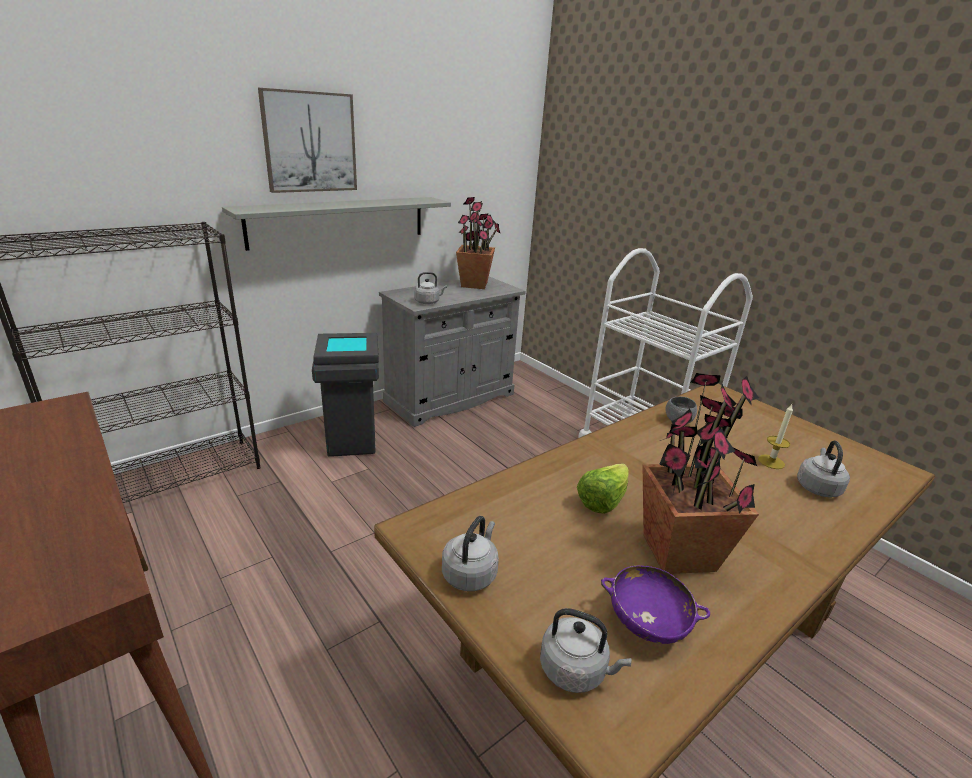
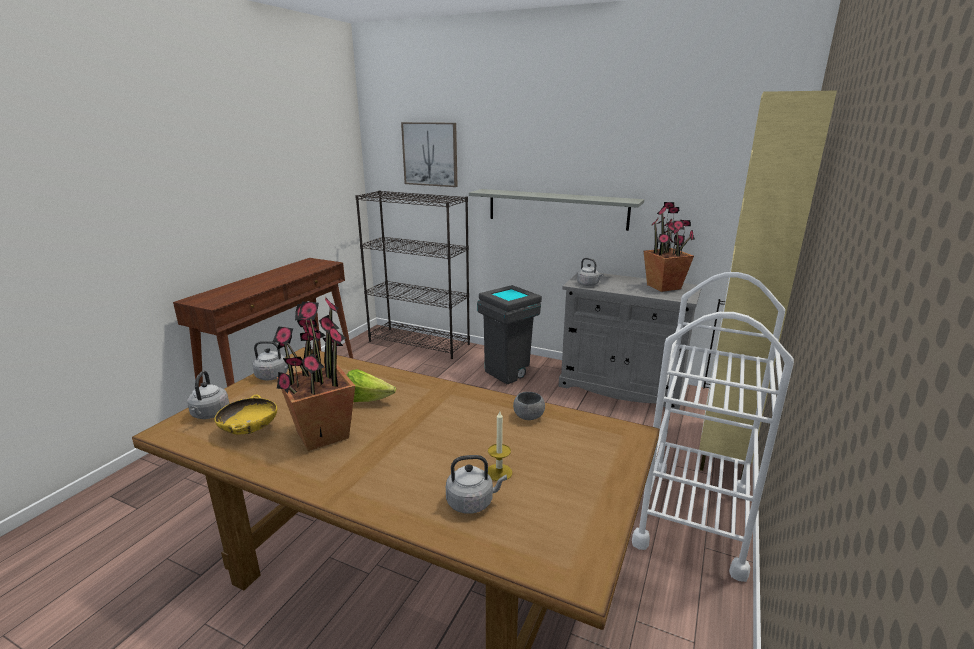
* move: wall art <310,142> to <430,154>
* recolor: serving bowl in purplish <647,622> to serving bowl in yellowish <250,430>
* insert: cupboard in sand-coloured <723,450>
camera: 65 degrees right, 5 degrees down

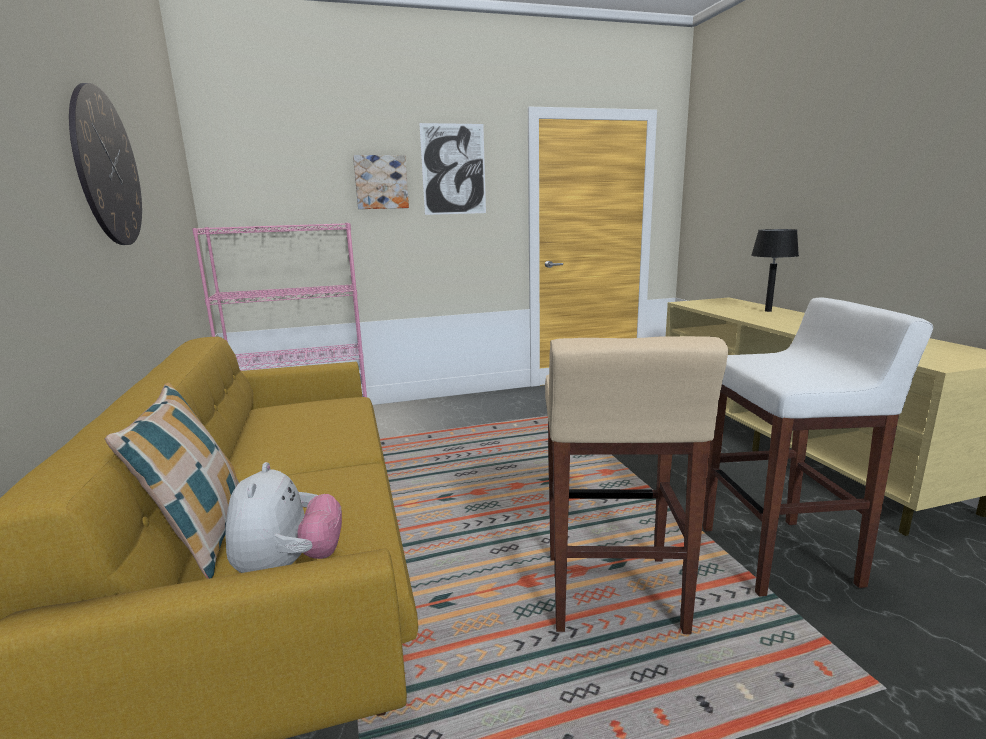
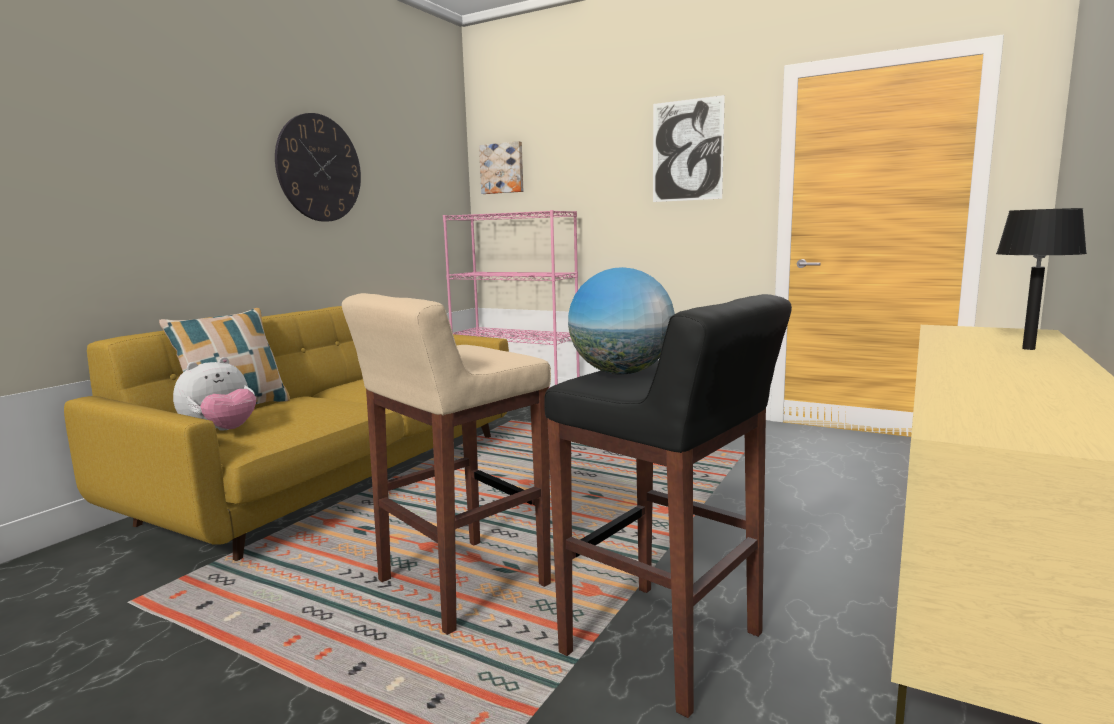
* move: wall art <381,182> to <502,168>
* recolor: sitting stool in whitish <780,556> to sitting stool in black-coloured <665,645>
* insert: desk globe <621,373>
camera: 45 degrees right, 5 degrees down

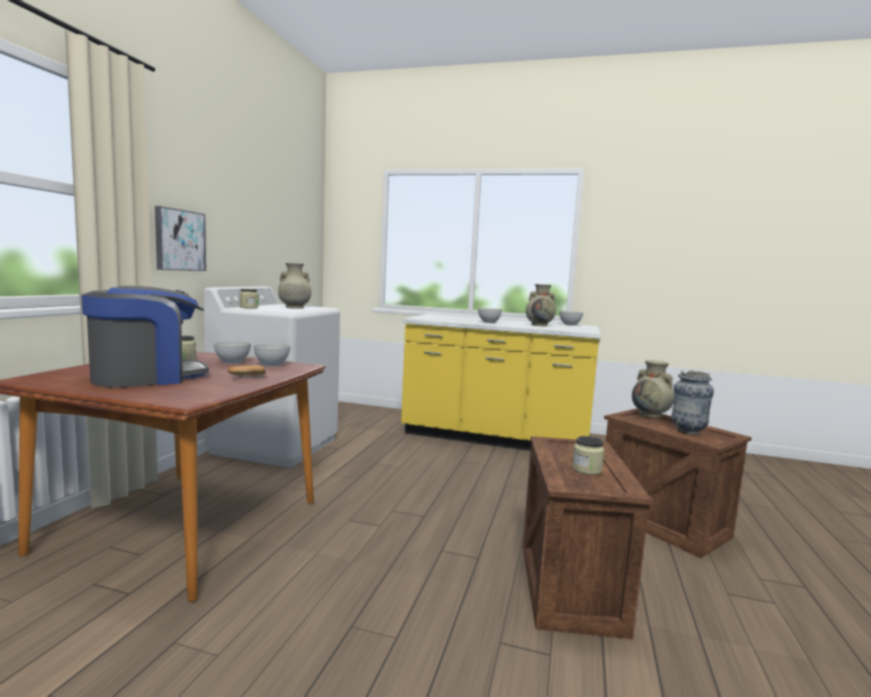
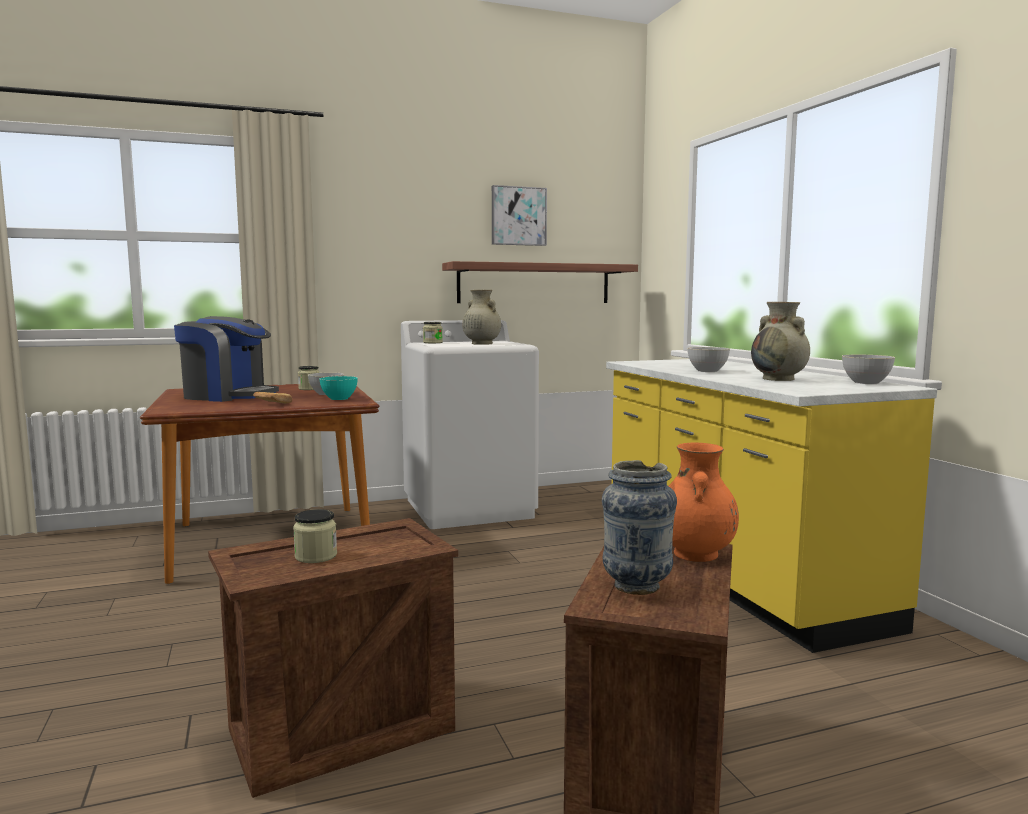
* move: wall art <179,240> to <518,216>
* recolor: serving bowl in grey <272,365> to serving bowl in turquoise-coloured <339,398>
* recolor: flower vase in sand-coloured <650,415> to flower vase in orange-coloured <696,555>
* insert: shelf <534,283>
camera: 55 degrees right, 0 degrees up

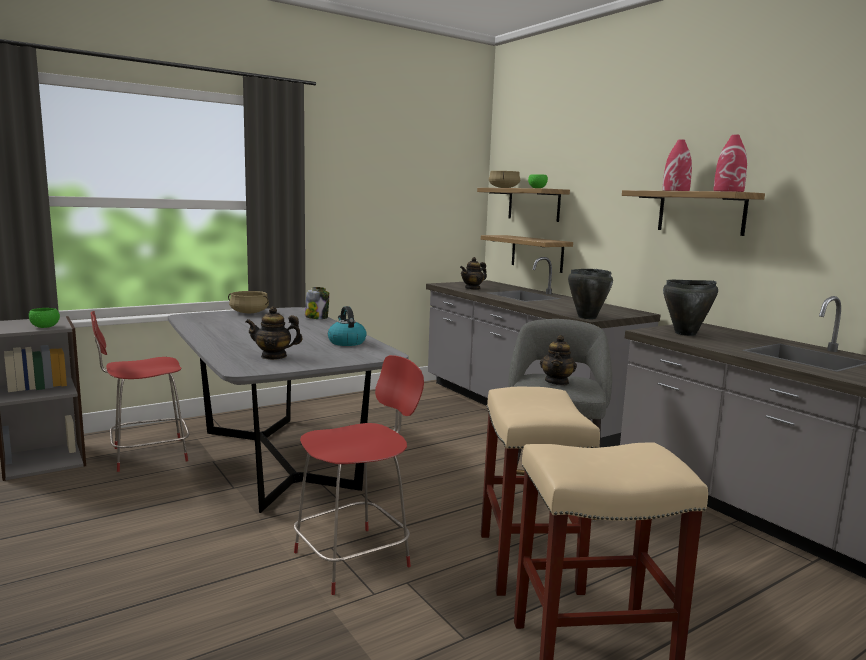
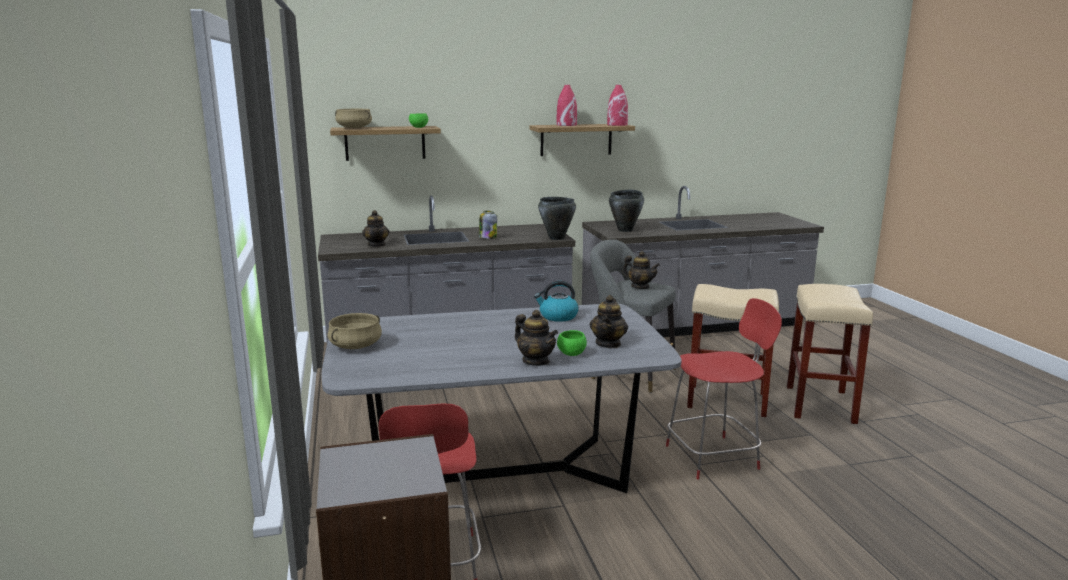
* delete: shelf <537,253>
* move: jar <317,317> to <487,238>
* move: serving bowl in greenish <45,327> to <571,354>
* rotate: upright chair in reddish <355,558> = <714,456> 90 degrees clockwise
* insert: teapot <536,361>
camera: 70 degrees left, 5 degrees up

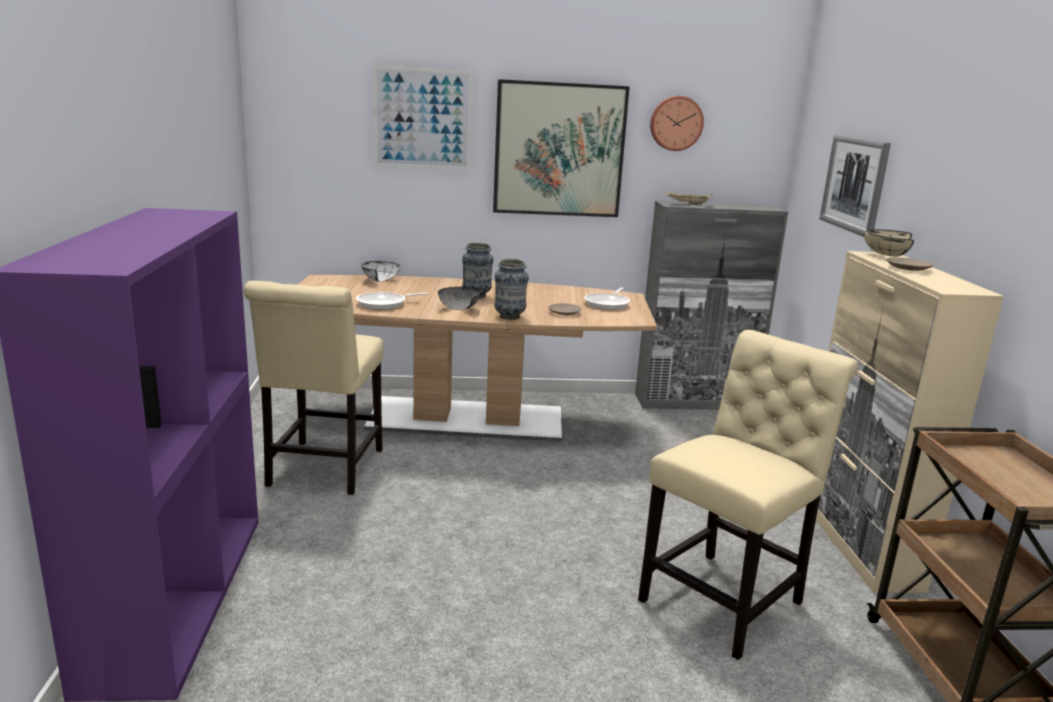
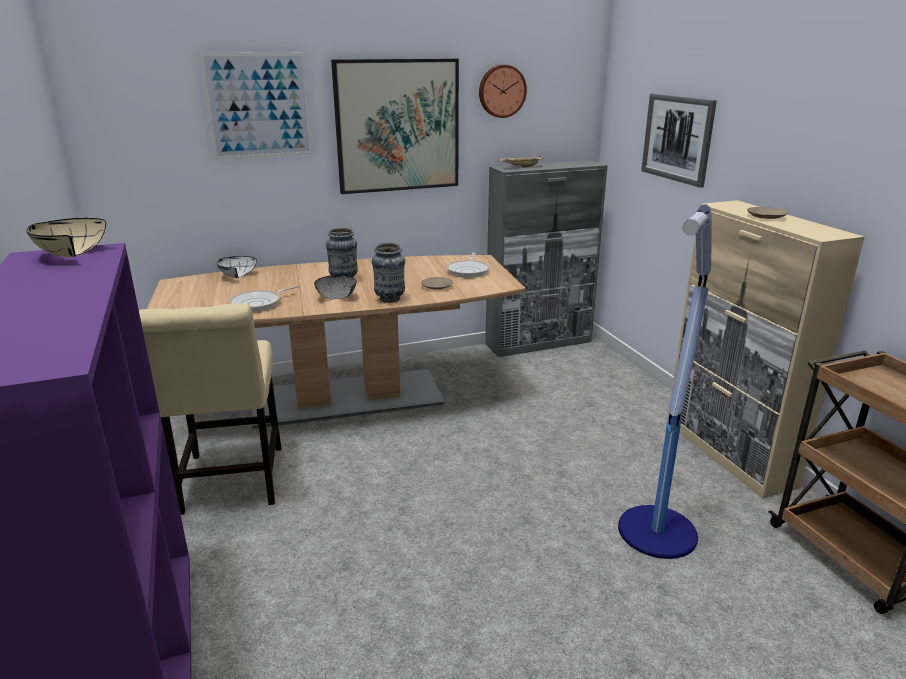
* move: serving bowl in sand-coloured <884,255> to <66,255>
* replace: upright chair in sand-coloured <726,599> to standing lamp <657,534>
camera: 15 degrees left, 5 degrees up

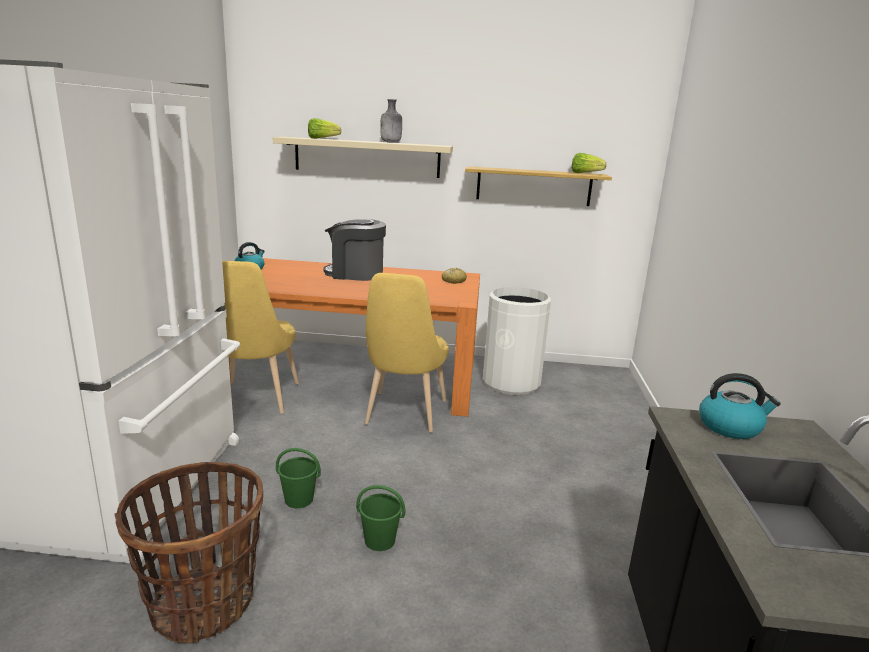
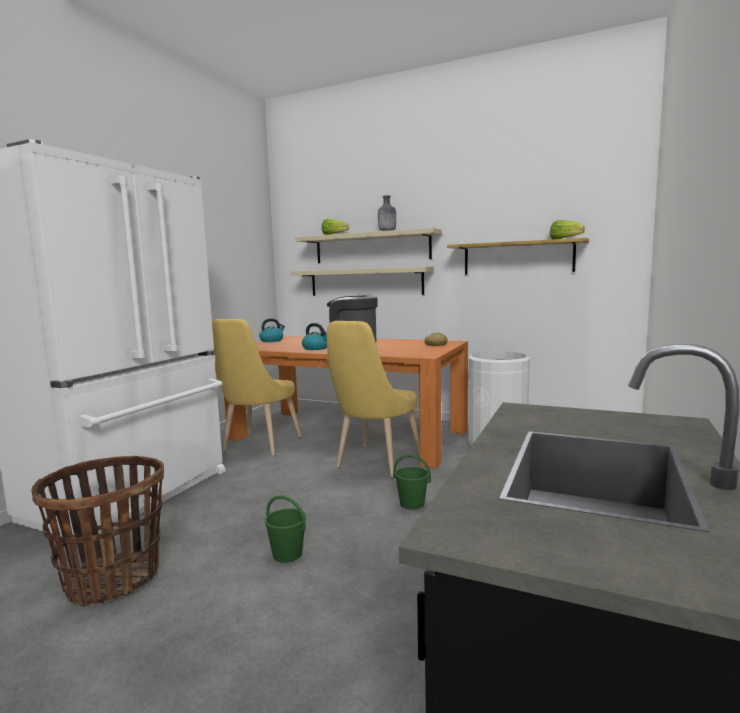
* move: tea kettle <730,427> to <316,348>
* move: water bucket in greenish <299,500> to <412,504>
* insert: shelf in sand-coloured <365,282>
camera: 20 degrees right, 10 degrees down

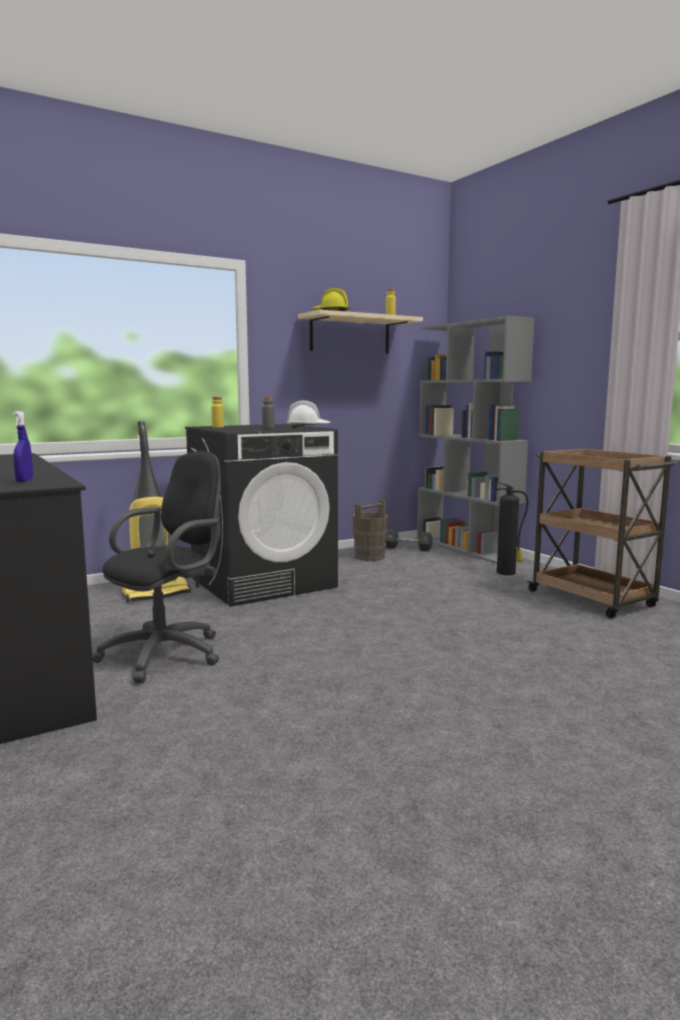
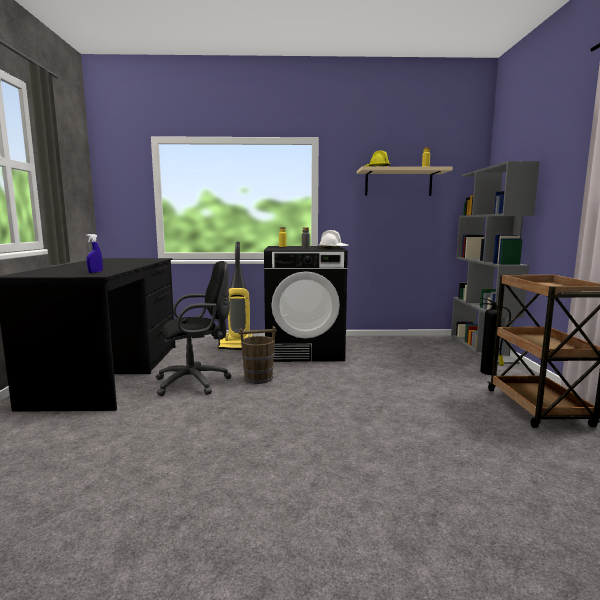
* move: water bucket in brownish <369,557> to <258,378>
* delete: free weight in black-coloured <408,548>
camera: 30 degrees right, 0 degrees up

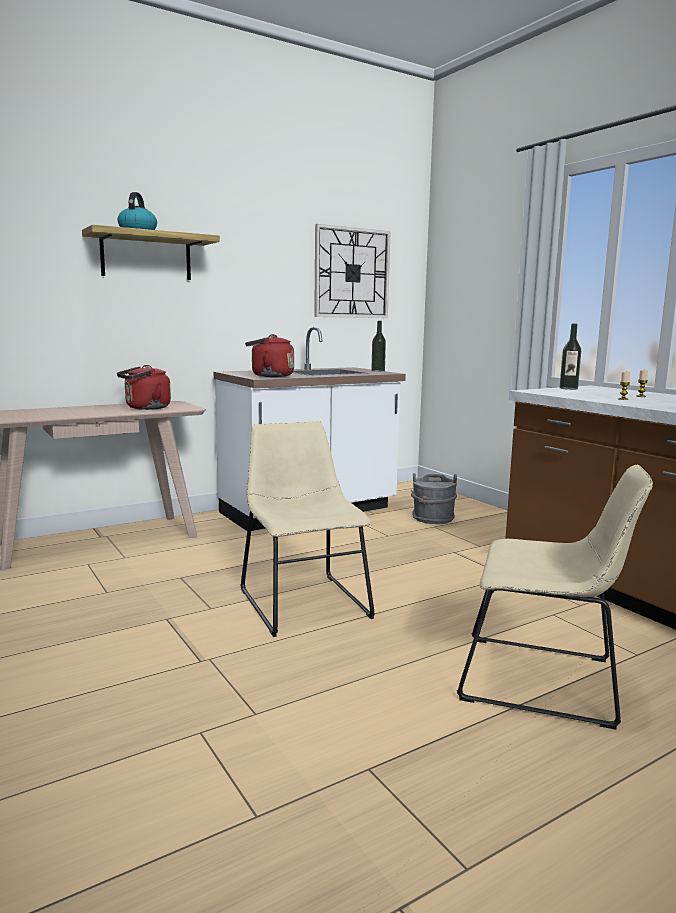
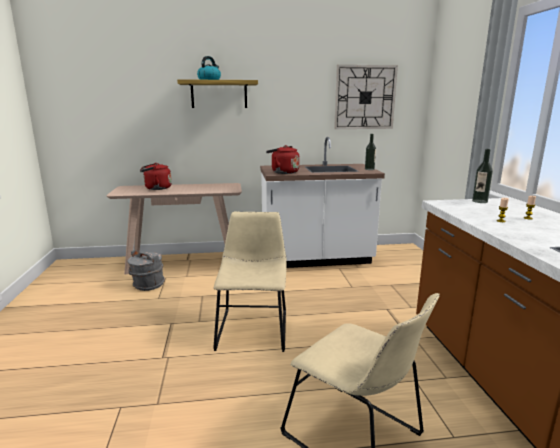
* move: tea kettle in reddish <145,408> to <156,188>
* move: water bucket in grey <432,519> to <148,285>
camera: 25 degrees right, 5 degrees up

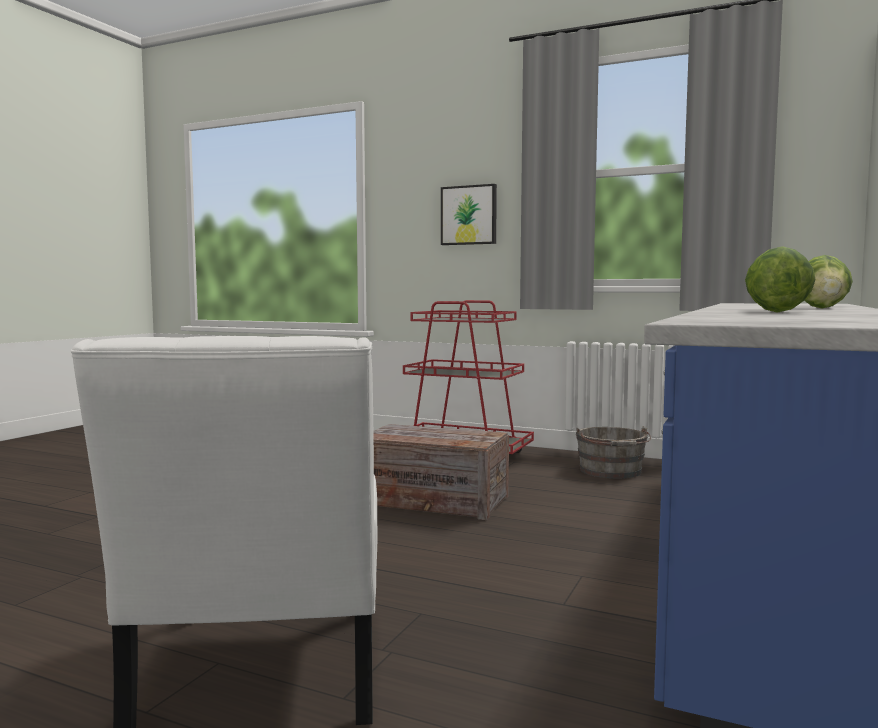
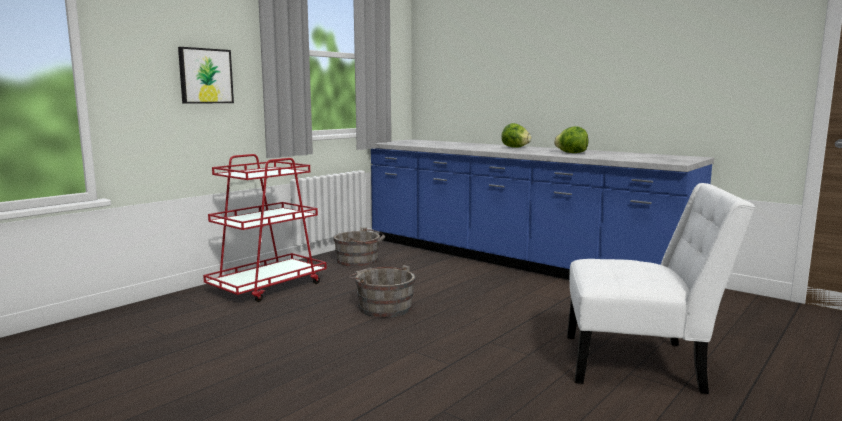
* replace: crate <432,500> to water bucket in grey <383,307>
camera: 75 degrees left, 5 degrees up

